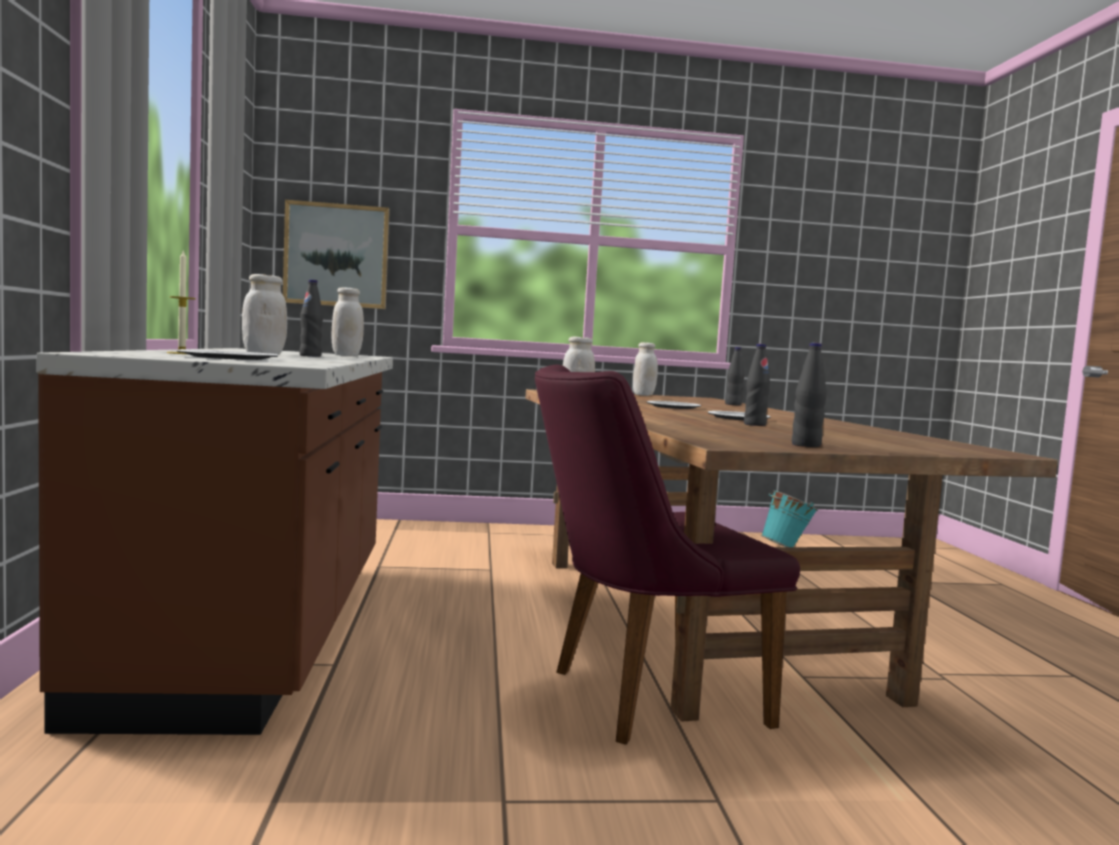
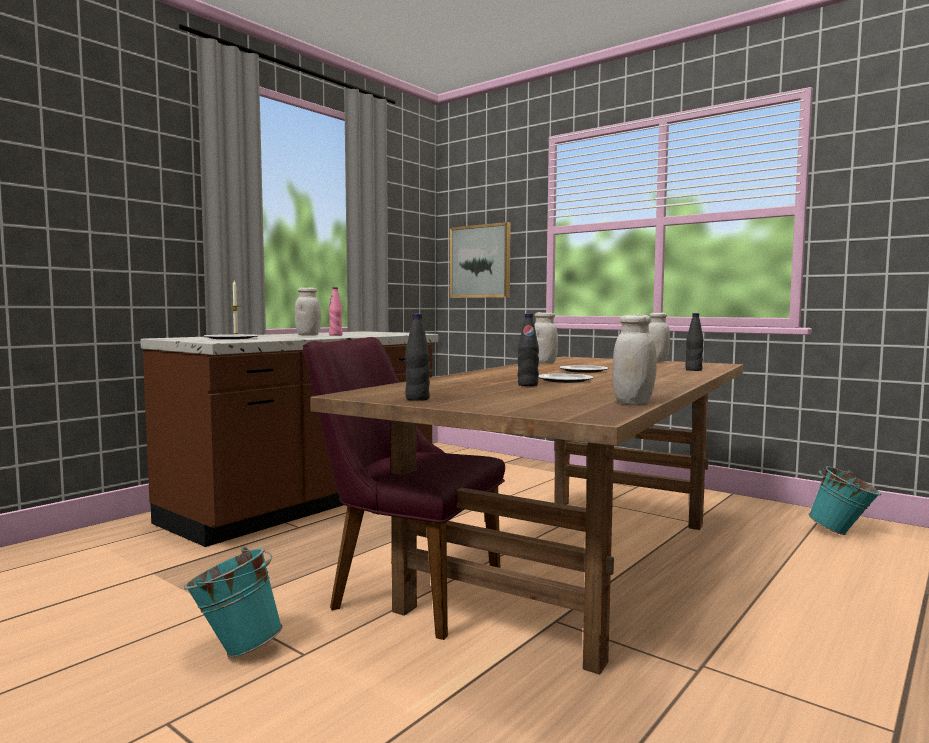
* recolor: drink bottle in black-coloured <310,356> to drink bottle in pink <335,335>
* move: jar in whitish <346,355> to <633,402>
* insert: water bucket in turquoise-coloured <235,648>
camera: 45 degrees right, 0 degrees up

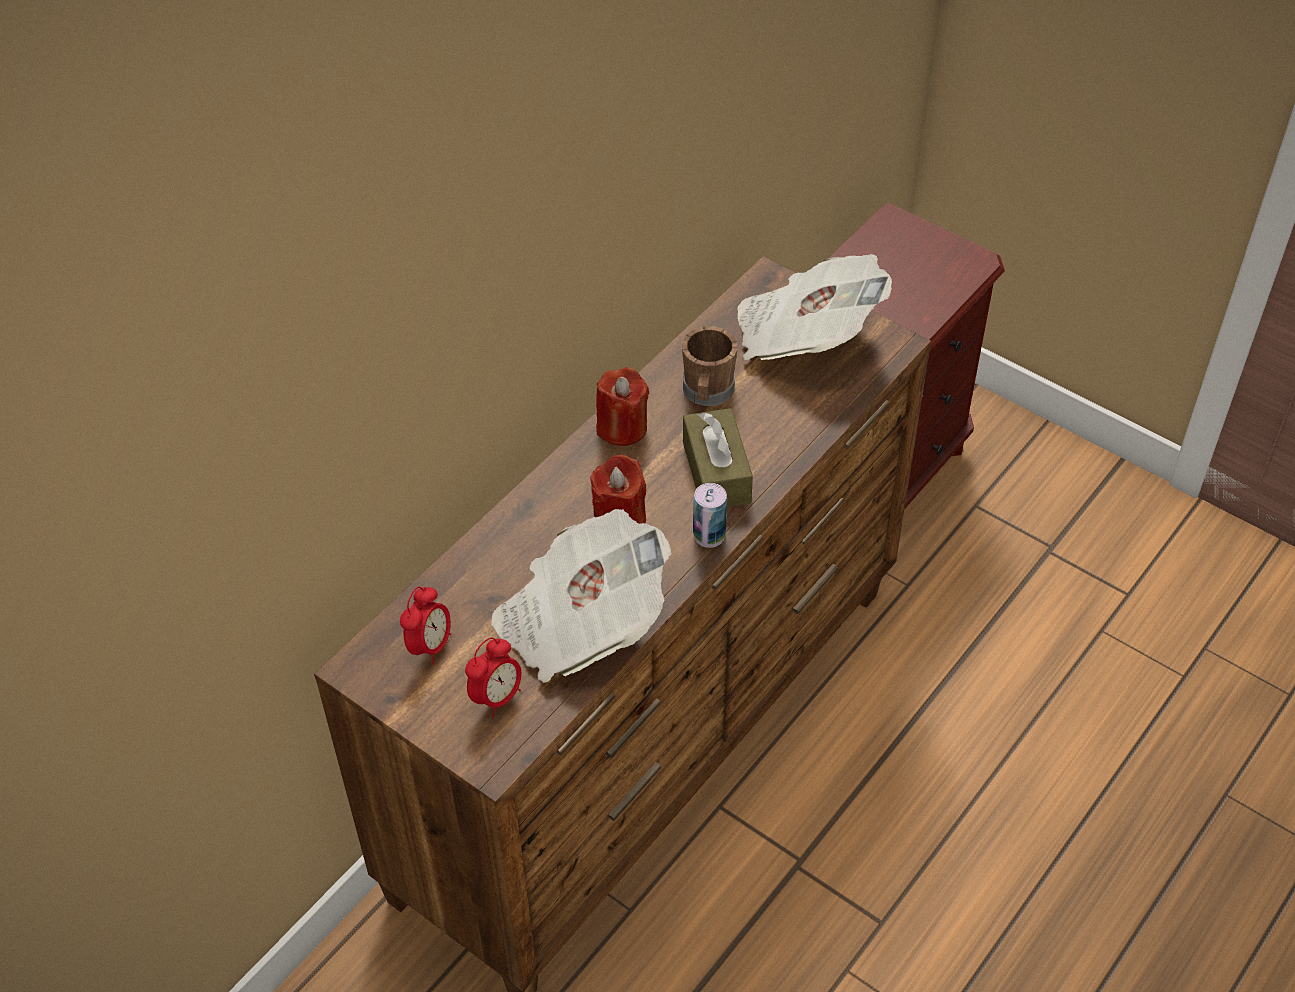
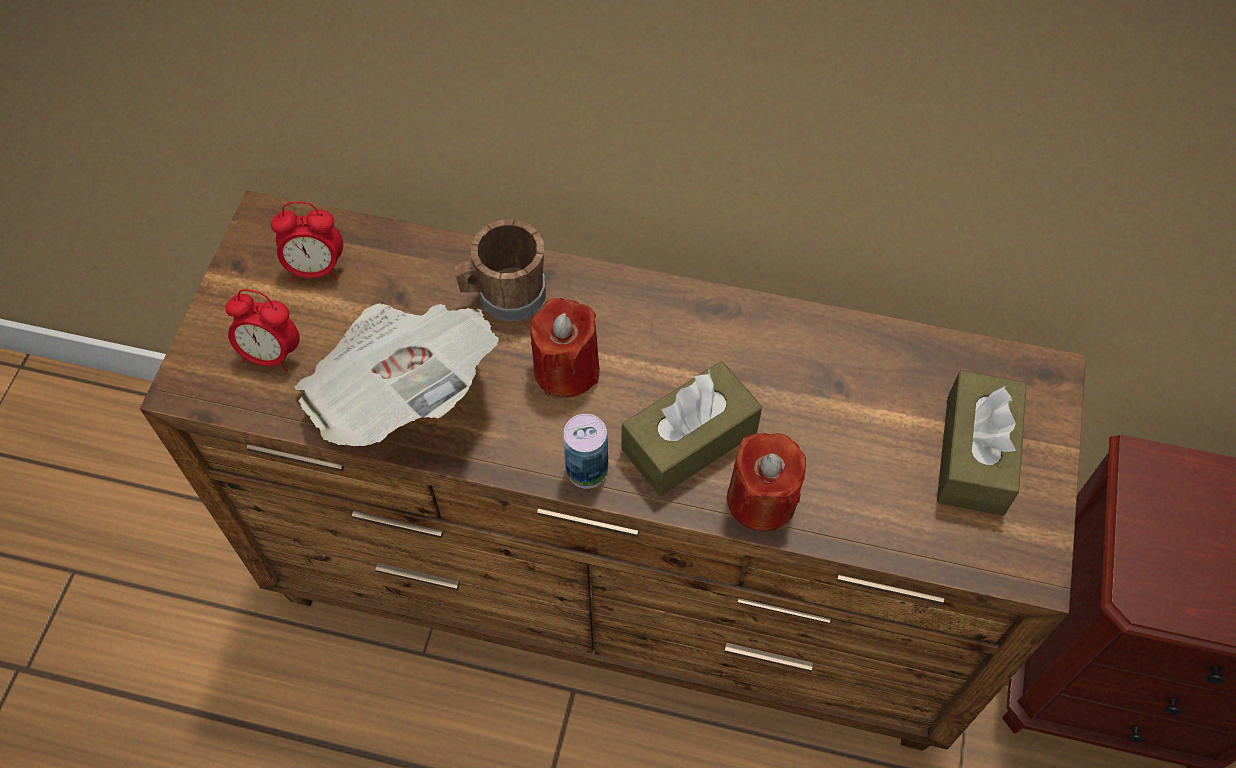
* replace: printed paper <805,336> to box of tissues in brownish <975,454>
* move: coffee mug in brownish <707,392> to <504,296>
* move: wax light in reddish <622,428> to <761,500>
camera: 65 degrees right, 10 degrees up

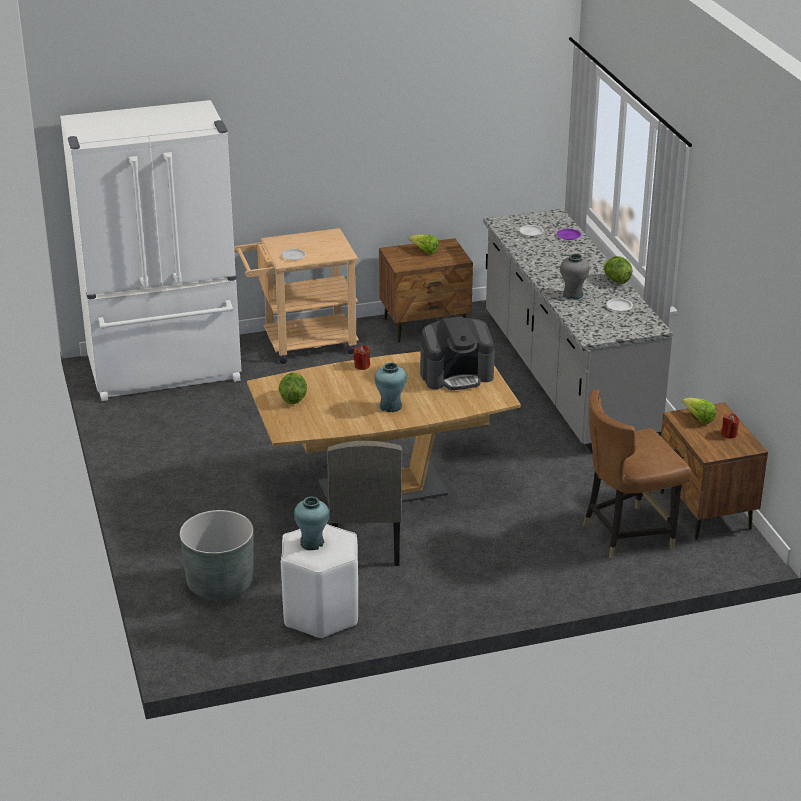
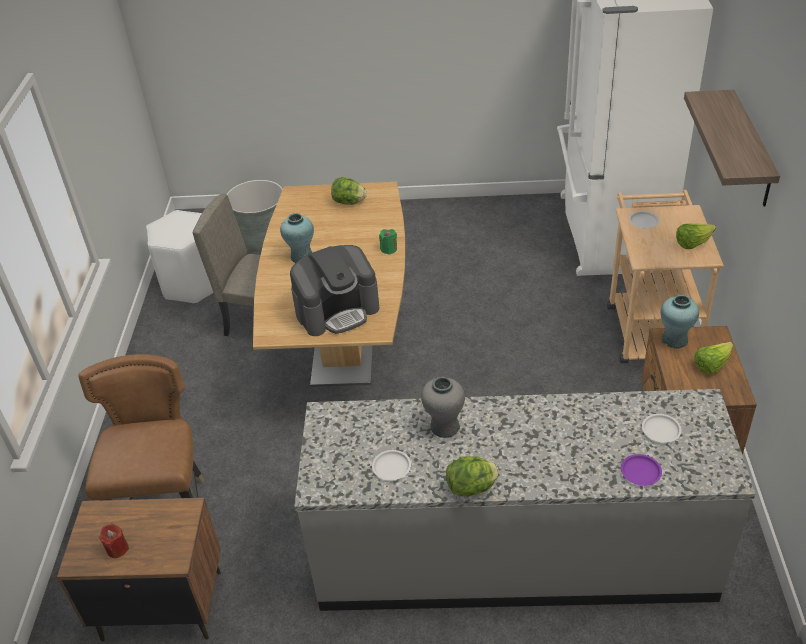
* rotate: coffee maker <456,375> = <337,310> 120 degrees counterclockwise
* recolor: wax light in reddish <362,366> to wax light in greenish <389,249>
* move: head of lettuce <699,419> to <692,243>
* move: flower vase in turquoise-coloured <312,543> to <675,340>
* insert: shelf <751,149>
camera: 110 degrees right, 10 degrees up

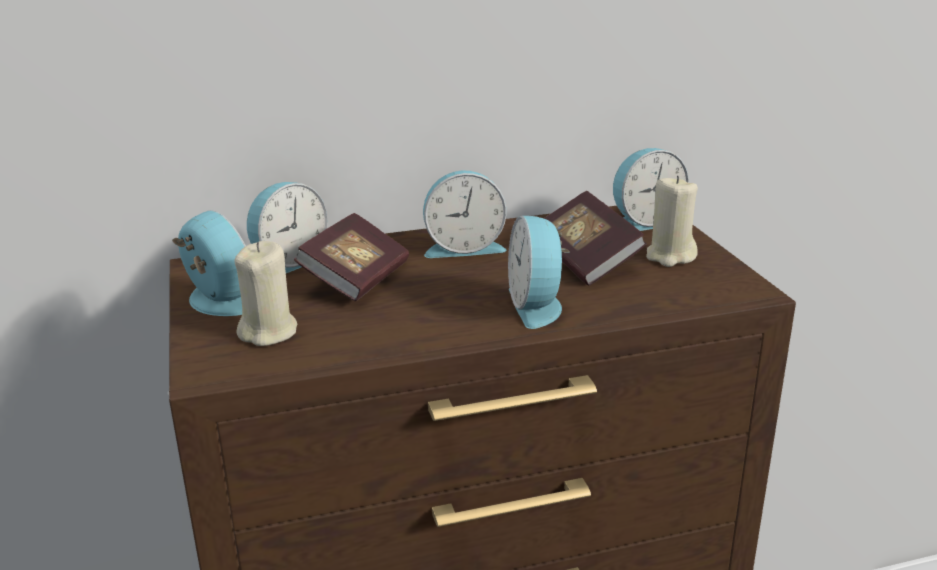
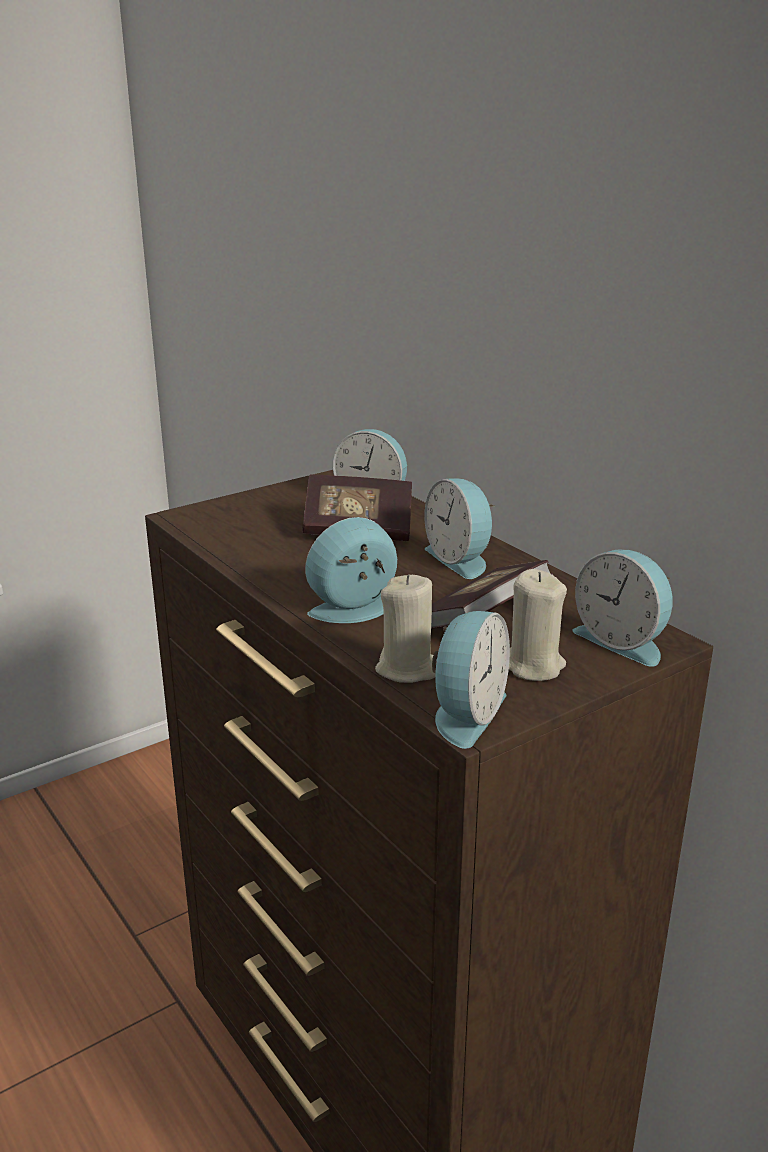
* move: alarm clock <216,302> to <465,714>
* move: wax light in sand-coloured <269,332> to <408,669>
camera: 70 degrees right, 0 degrees up

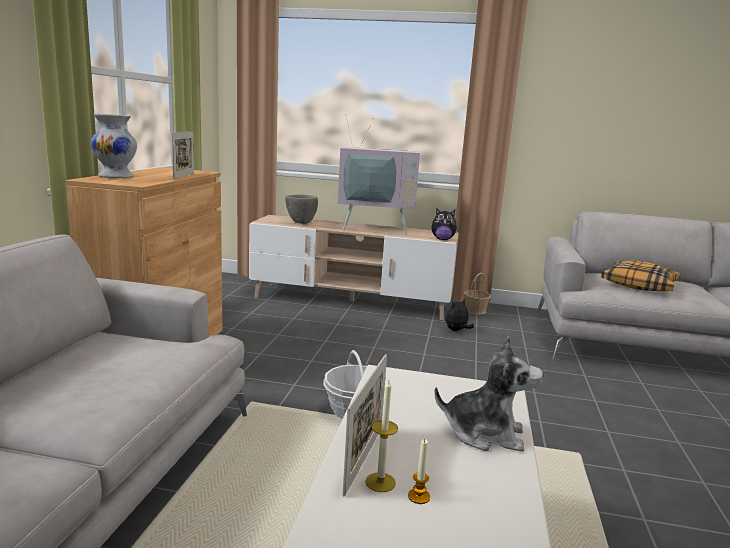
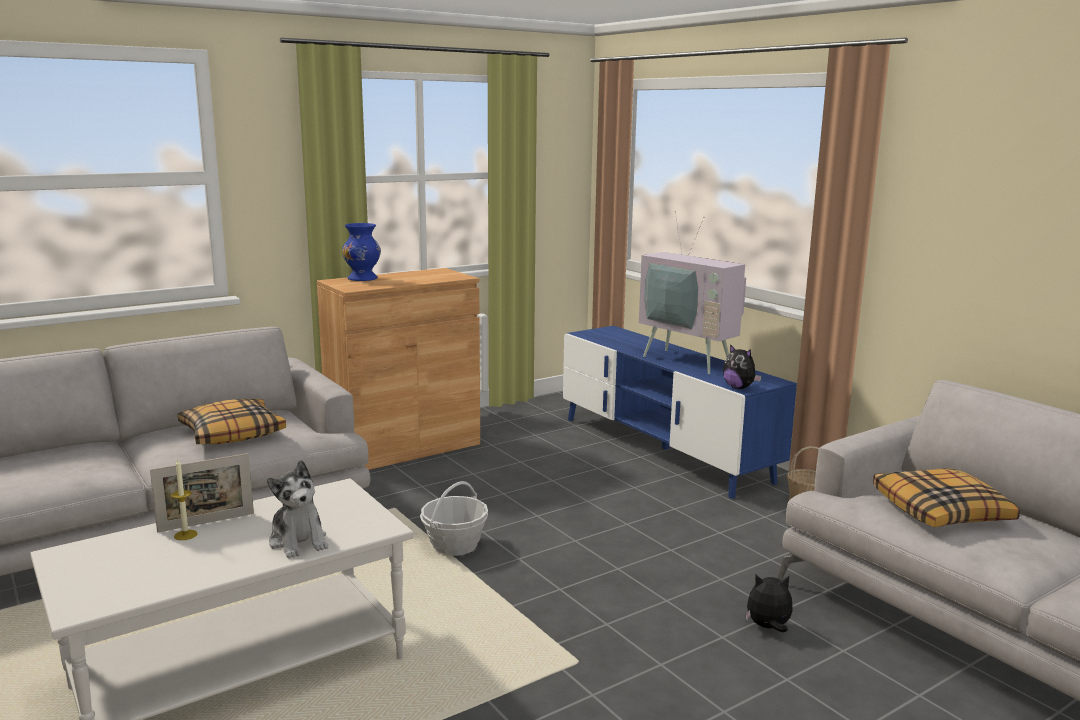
* recolor: flower vase in whitish <116,176> to flower vase in blue <363,279>
* delete: standing frame <184,176>
* delete: serving bowl in grey <301,222>
* recolor: tv stand in sand-coloured <351,301> to tv stand in blue <663,449>
* move: plush toy <456,330> to <768,627>
* delete: wax light <419,497>
* insert: throw pillow <232,433>
camera: 45 degrees right, 0 degrees up

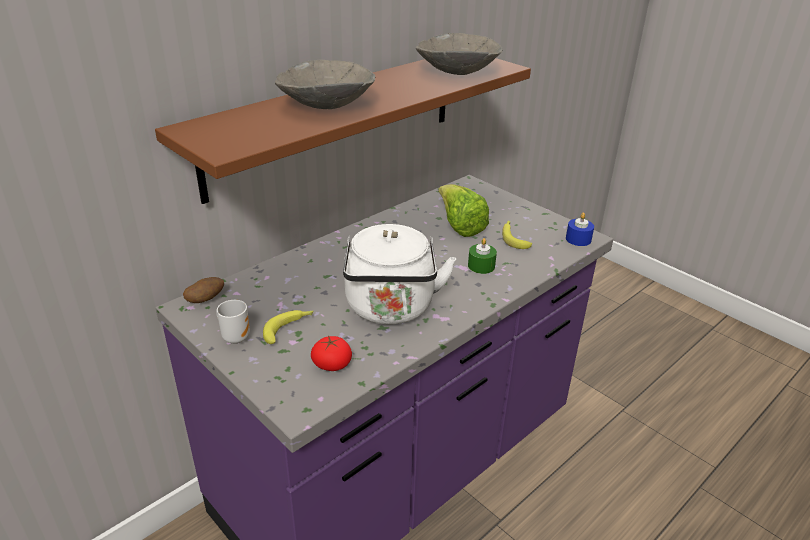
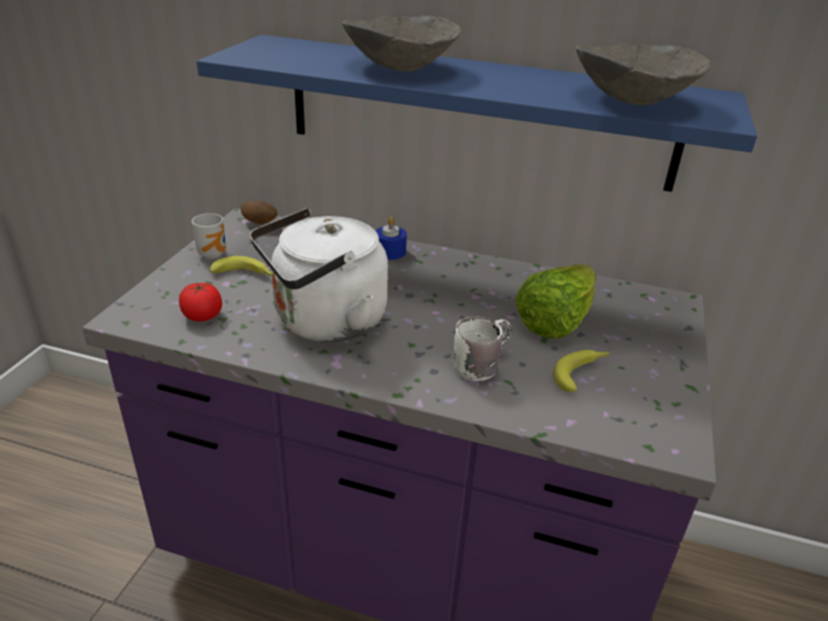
* recolor: shelf in brownish <336,120> to shelf in blue <477,112>
* move: wax light in blue <578,239> to <390,251>
* replace: wax light in greenish <481,266> to coffee mug in whitish <478,363>
camera: 60 degrees right, 0 degrees up

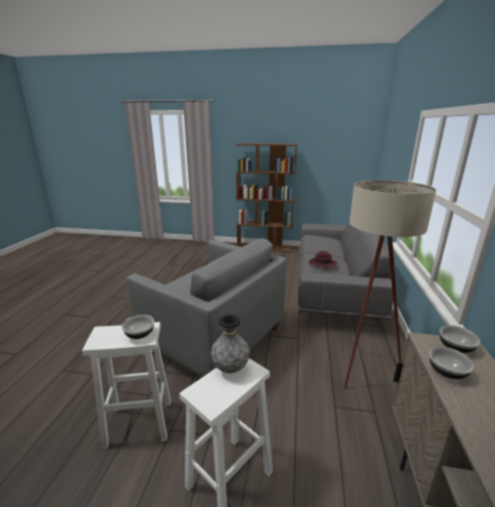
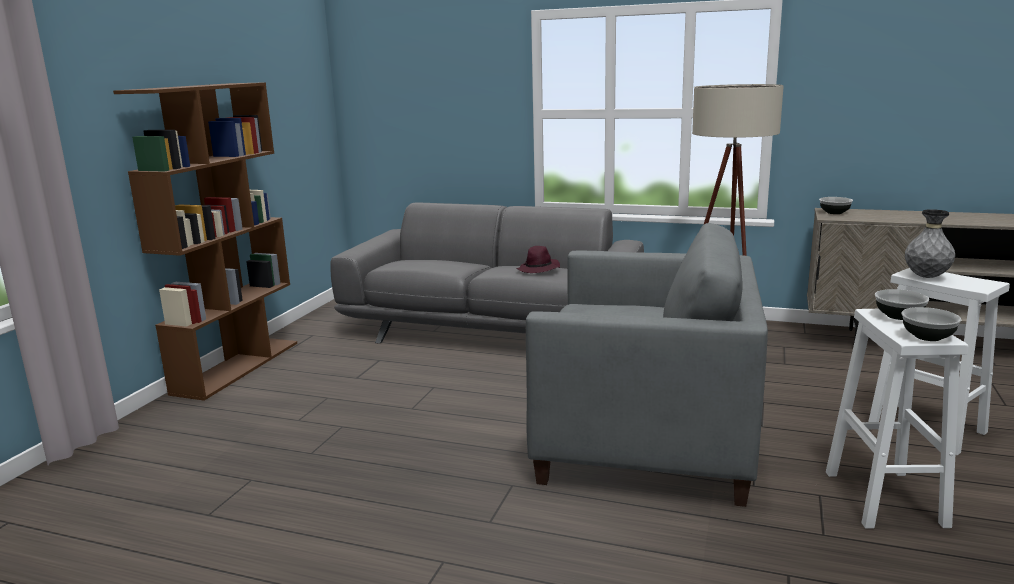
* rotate: easy chair in grey <214,338> = <645,436> 60 degrees clockwise
* move: serving bowl <446,371> to <927,337>
camera: 80 degrees left, 5 degrees down

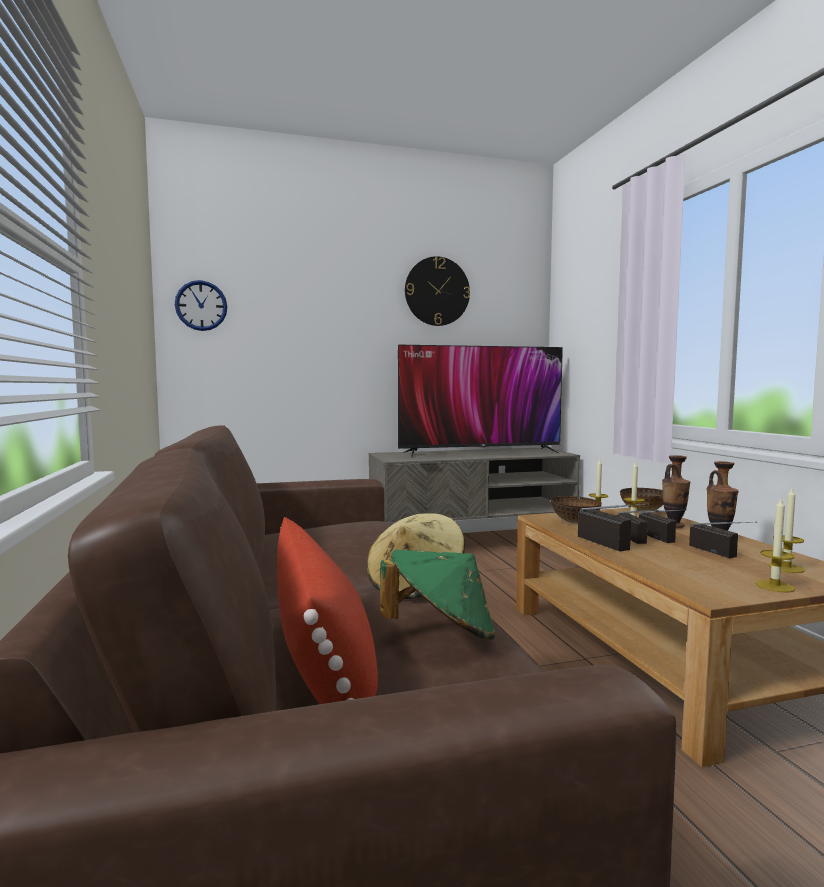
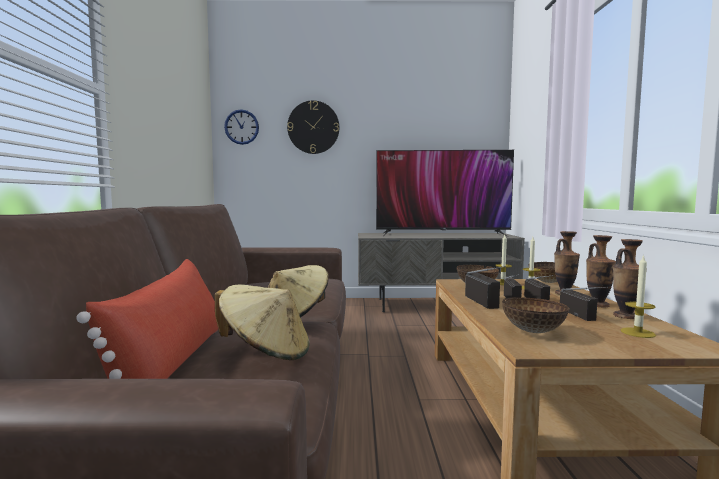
* move: hanging clock <437,291> to <313,127>
* delete: wax light <775,586>
* recolor: wearable hat in greenish <441,632> to wearable hat in sand-coloured <266,352>
* insert: flower vase <626,316>
* insert: serving bowl <534,331>
camera: 15 degrees right, 0 degrees up

